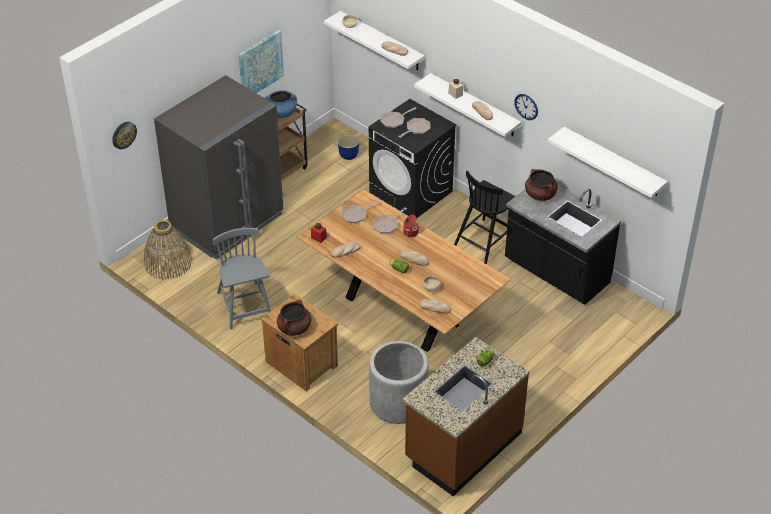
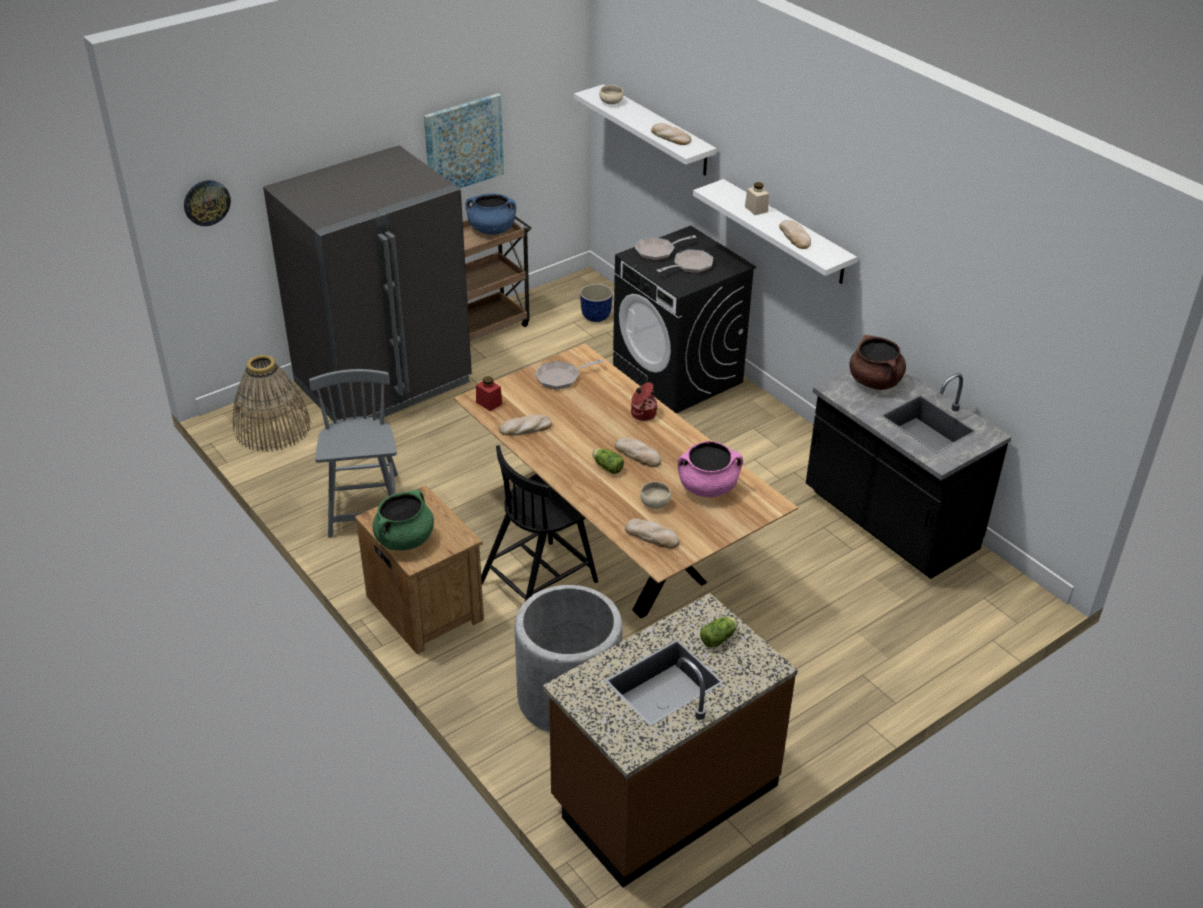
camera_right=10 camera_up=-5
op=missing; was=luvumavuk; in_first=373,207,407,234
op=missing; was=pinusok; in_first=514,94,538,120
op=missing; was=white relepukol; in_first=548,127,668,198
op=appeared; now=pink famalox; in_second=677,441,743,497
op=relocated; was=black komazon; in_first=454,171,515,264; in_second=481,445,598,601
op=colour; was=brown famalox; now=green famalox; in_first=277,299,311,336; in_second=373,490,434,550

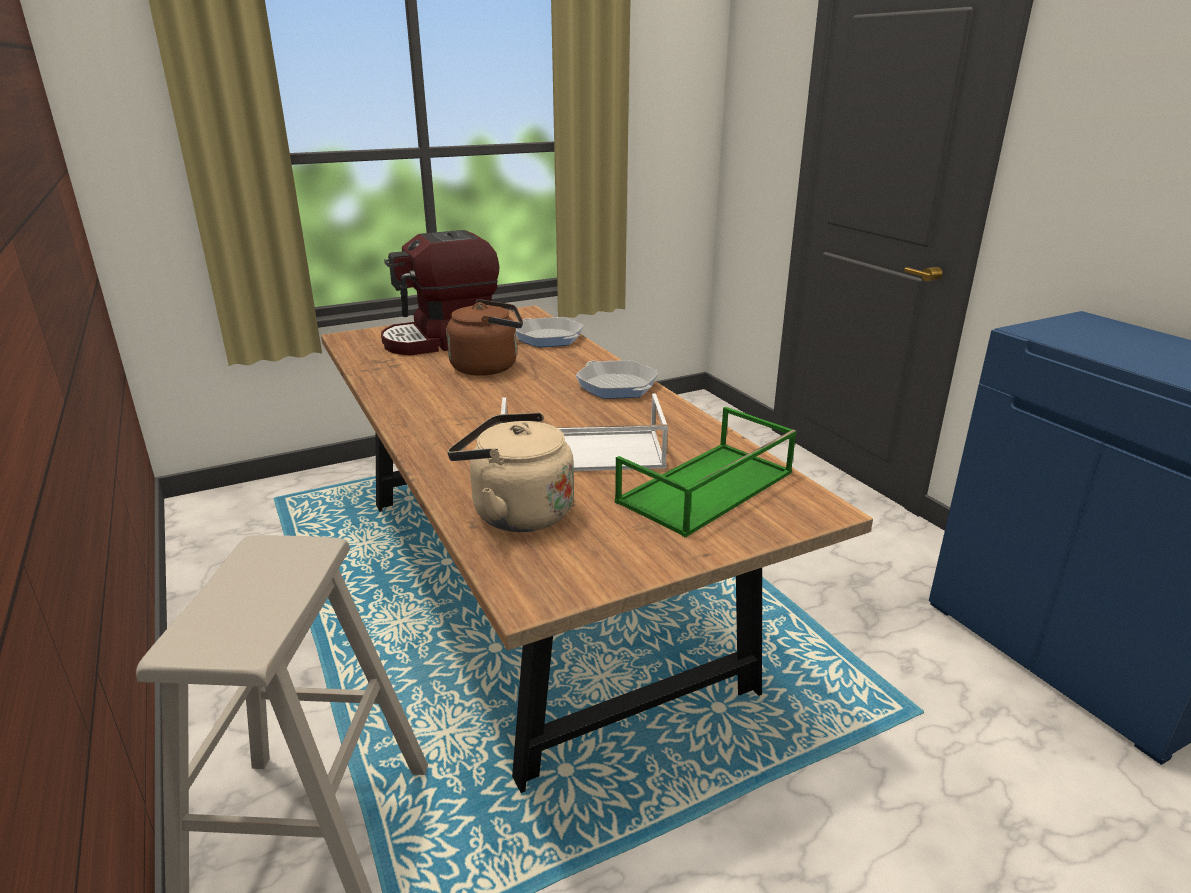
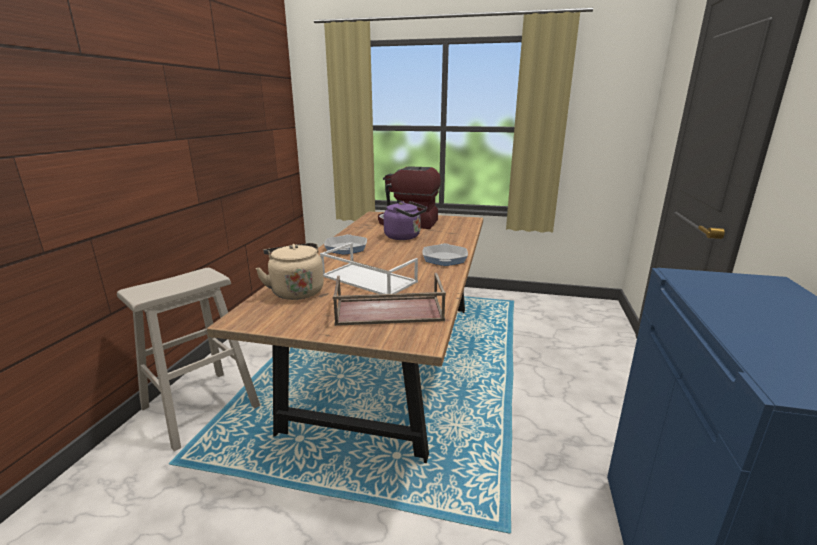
camera_right=40 camera_up=-5
op=relocated; was=luvumavuk; in_first=516,317,584,347; in_second=324,234,367,255
op=colour; was=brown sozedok; now=purple sozedok; in_first=446,299,523,376; in_second=384,201,427,240
op=colour; was=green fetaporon; now=brown fetaporon; in_first=615,407,797,538; in_second=333,273,446,326

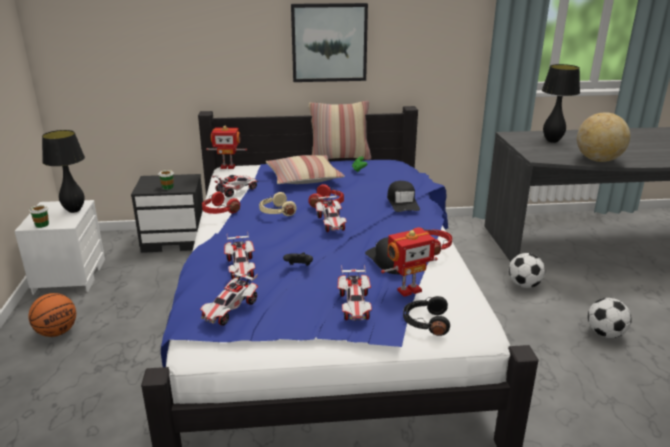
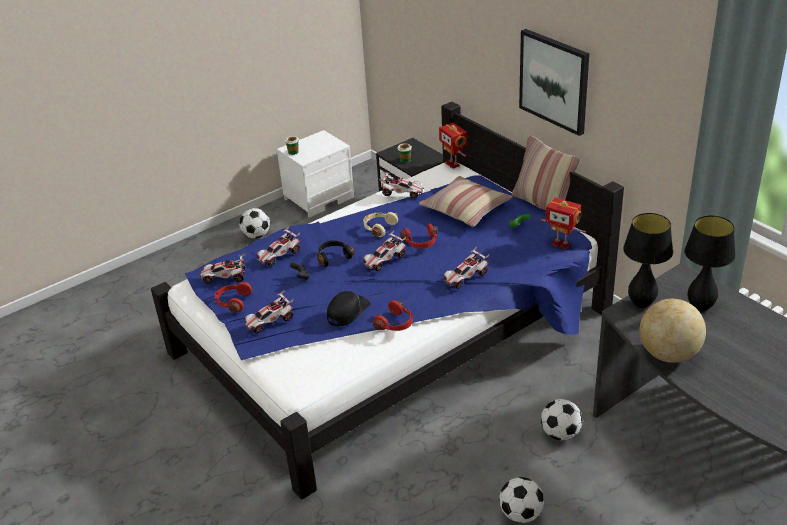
camera_right=60 camera_up=10
op=relocated; was=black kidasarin; in_first=42,130,85,213; in_second=623,213,673,308
op=relocated; was=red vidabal; in_first=202,192,240,214; in_second=215,282,252,312
op=relocated; was=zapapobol; in_first=381,228,438,297; in_second=540,198,586,249
op=relocated; was=black vidabal; in_first=403,296,450,336; in_second=317,240,355,267
op=exchanged; was=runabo; now=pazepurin; in_first=28,293,76,337; in_second=239,208,270,239
op=exchanged; was=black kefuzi; now=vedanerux; in_first=387,181,420,212; in_second=443,247,489,289

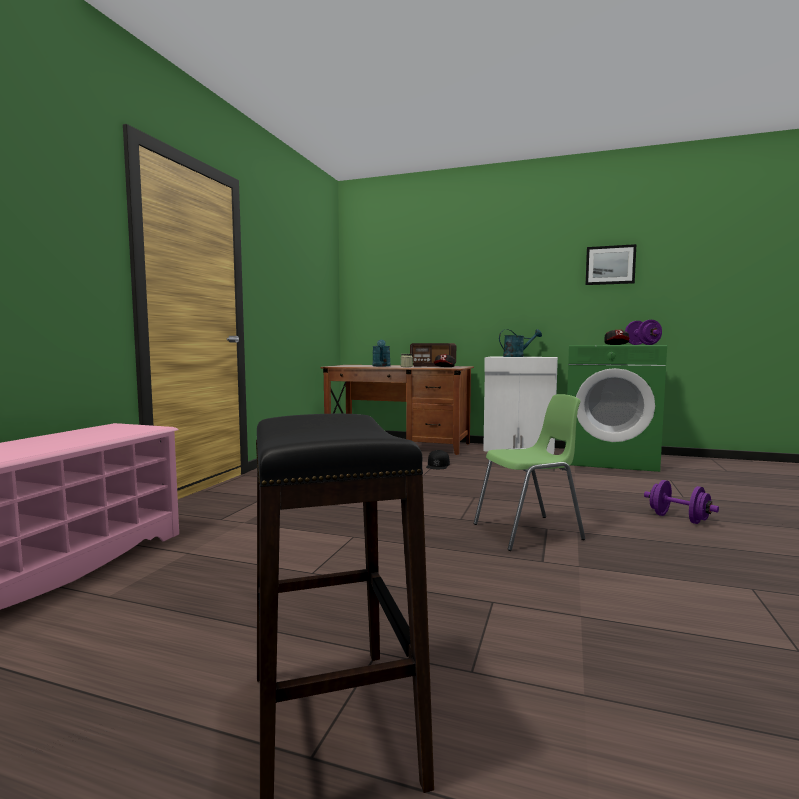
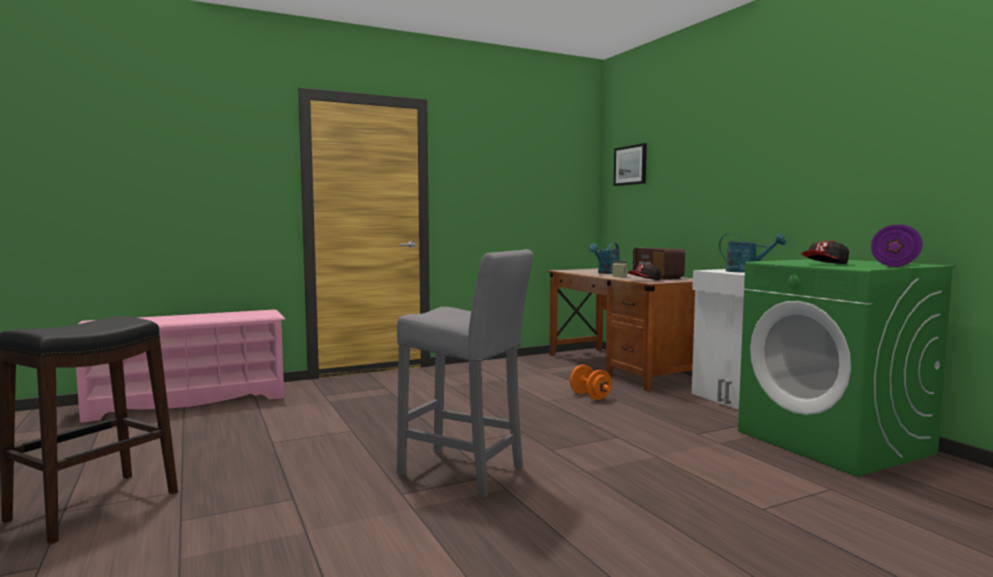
camera_right=45 camera_up=0
op=missing; was=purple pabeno; in_first=644,480,719,524
op=relocated; was=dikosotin; in_first=585,244,636,285; in_second=614,143,647,186
op=exchanged; was=black kefuzi; now=orange pabeno; in_first=426,450,450,469; in_second=570,364,612,400
op=exchanged; was=green komazon; now=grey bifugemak; in_first=474,394,585,551; in_second=397,249,534,497

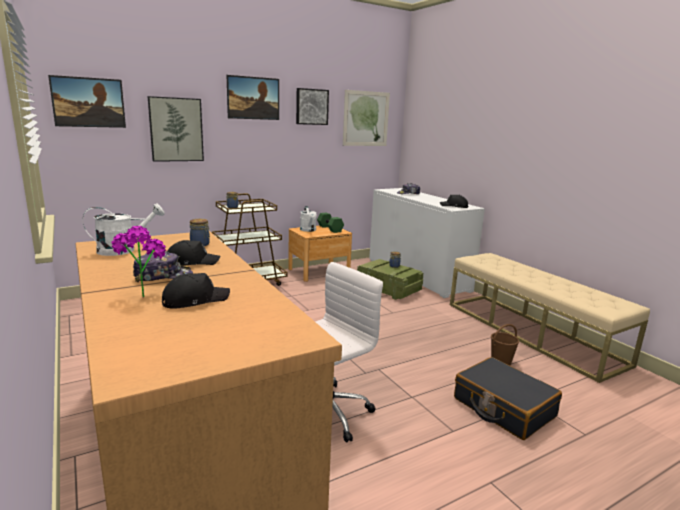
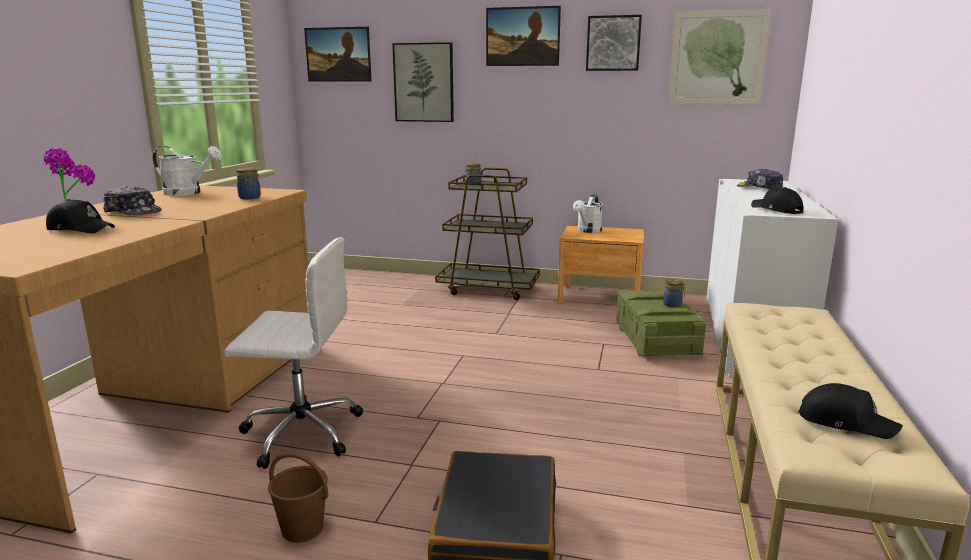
camera_right=45 camera_up=0
op=missing; was=green pabeno; in_first=317,213,344,233
op=relocated; was=black kefuzi; in_first=167,240,220,266; in_second=798,383,903,439
op=relocated; was=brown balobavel; in_first=491,324,519,366; in_second=268,453,328,543

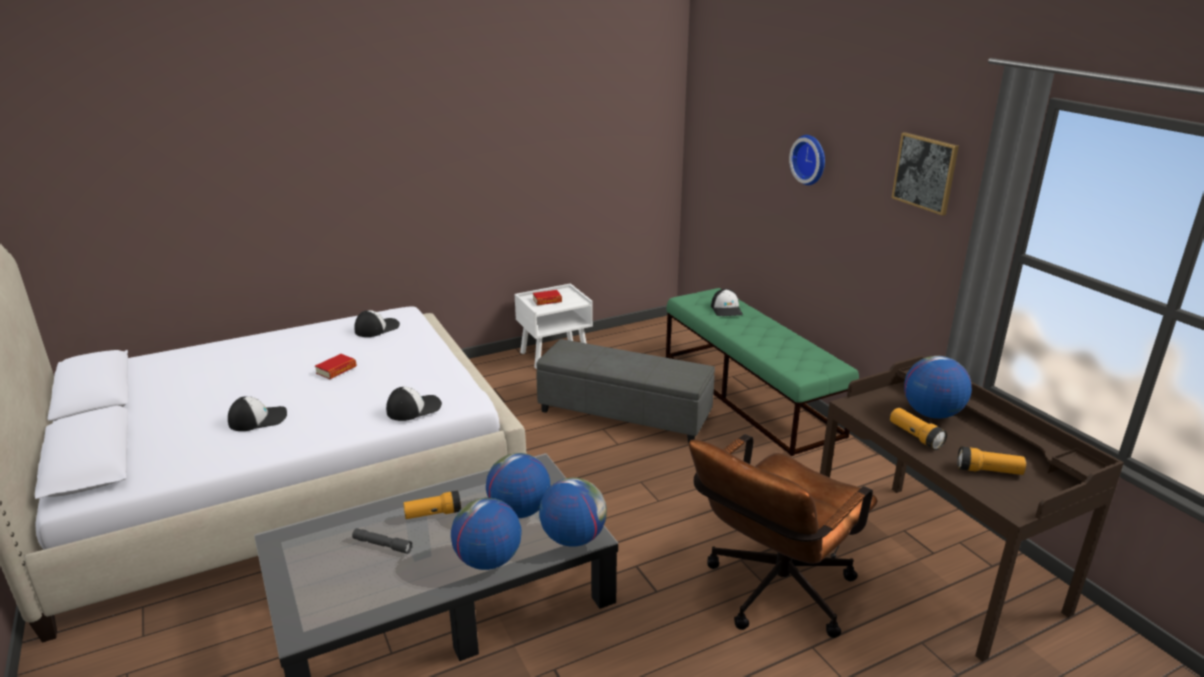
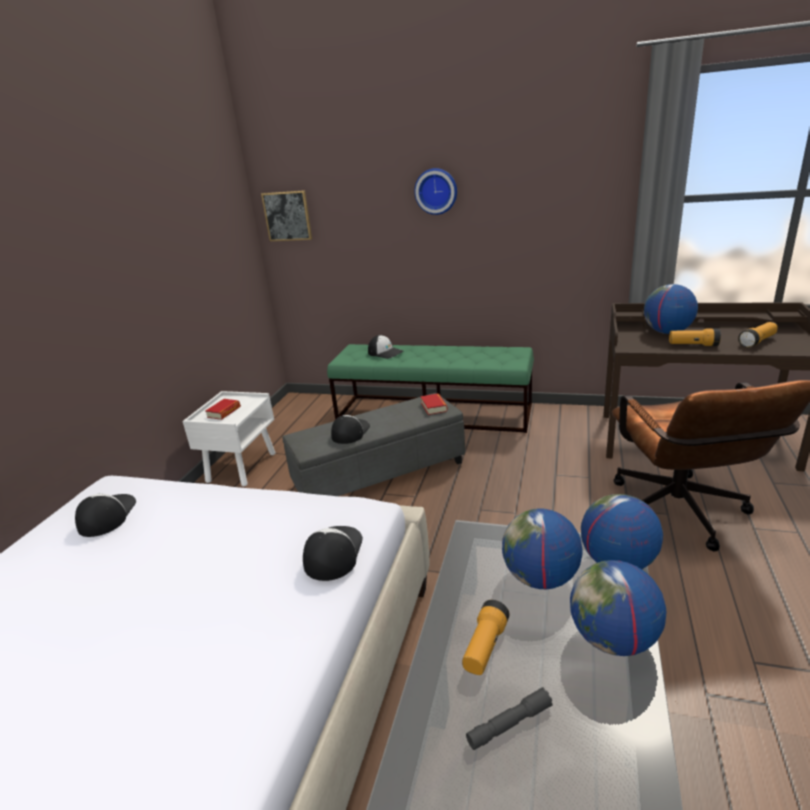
camera_right=-45 camera_up=0
op=relocated; was=kefuzi; in_first=228,396,287,431; in_second=331,415,370,444
op=relocated; was=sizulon; in_first=315,354,357,379; in_second=421,394,448,415
op=relocated; was=dikosotin; in_first=891,132,959,216; in_second=261,190,312,241

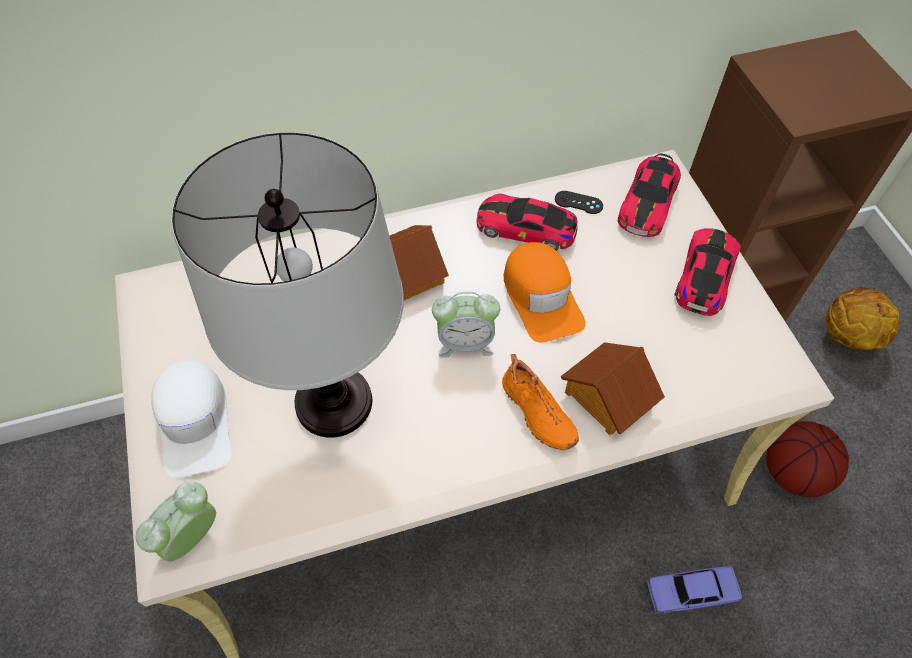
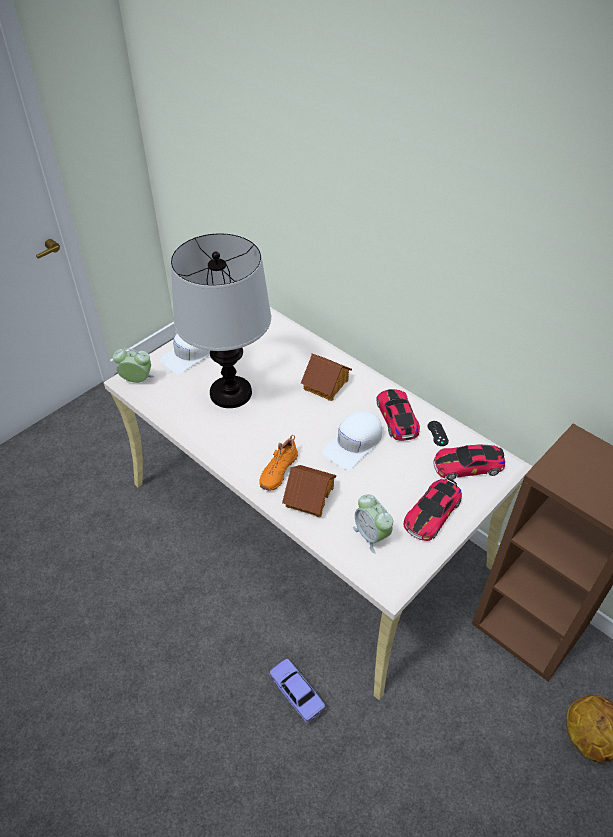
camera_right=60 camera_up=-10
op=missing; was=runabo; in_first=766,421,849,497
op=relocated; was=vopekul; in_first=432,292,500,358; in_second=353,494,393,554
op=colour; was=orange kefuzi; now=white kefuzi; in_first=504,242,586,343; in_second=322,411,382,470
op=spun; was=vedanerux; in_first=674,228,741,316; in_second=404,478,462,541; clockwise=135

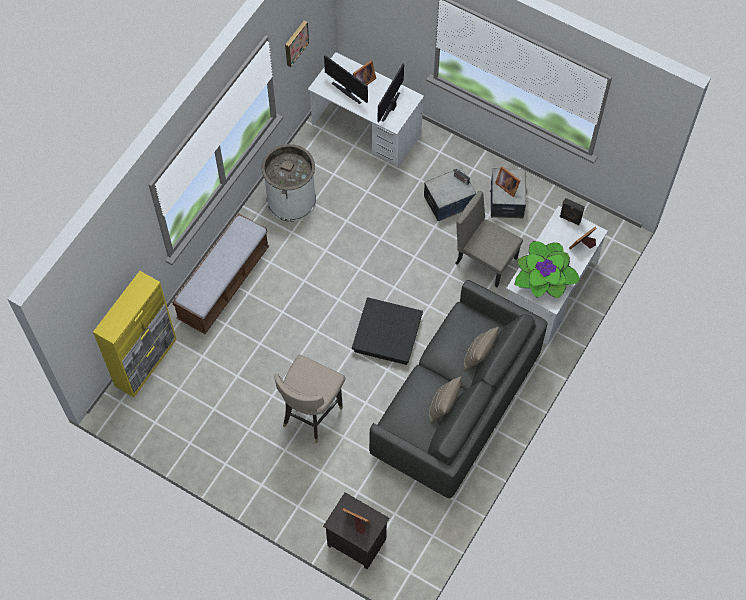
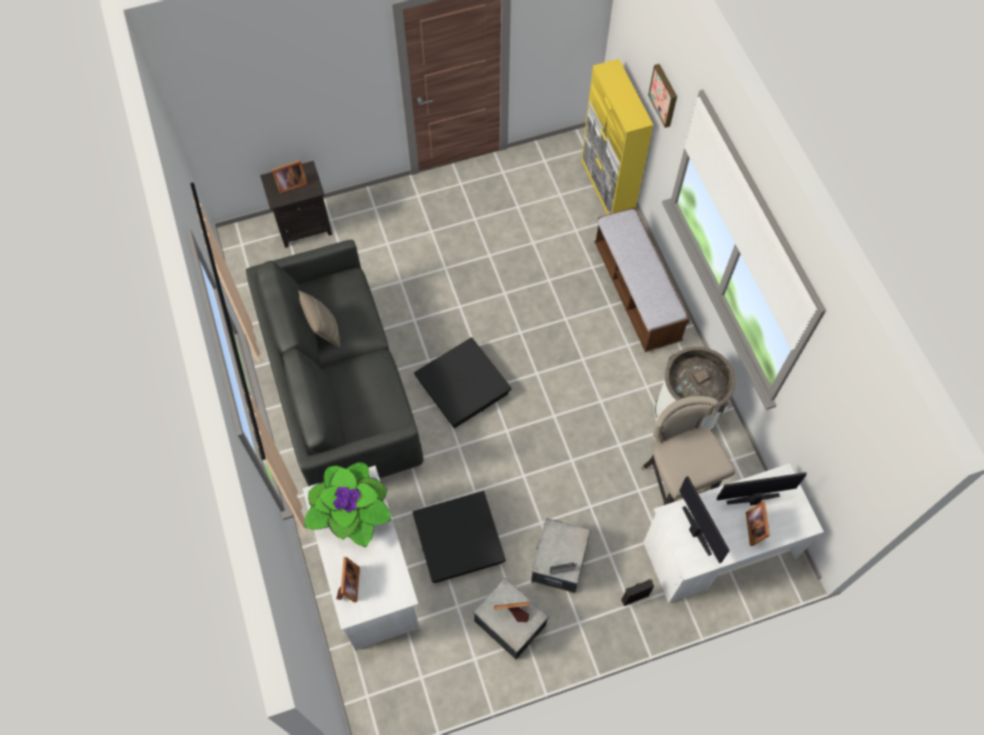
camera_right=130 camera_up=0
op=missing; was=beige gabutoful; in_first=464,327,499,370
op=relocated; was=beige bifugemak; in_first=274,354,345,443; in_second=640,396,735,505
op=relocated; was=dikosotin; in_first=285,20,309,67; in_second=648,64,677,128
op=relocated; was=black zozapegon; in_first=560,198,585,225; in_second=621,579,654,606
op=exchanged; was=beige komazon; now=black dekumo; in_first=455,190,523,287; in_second=412,491,506,583

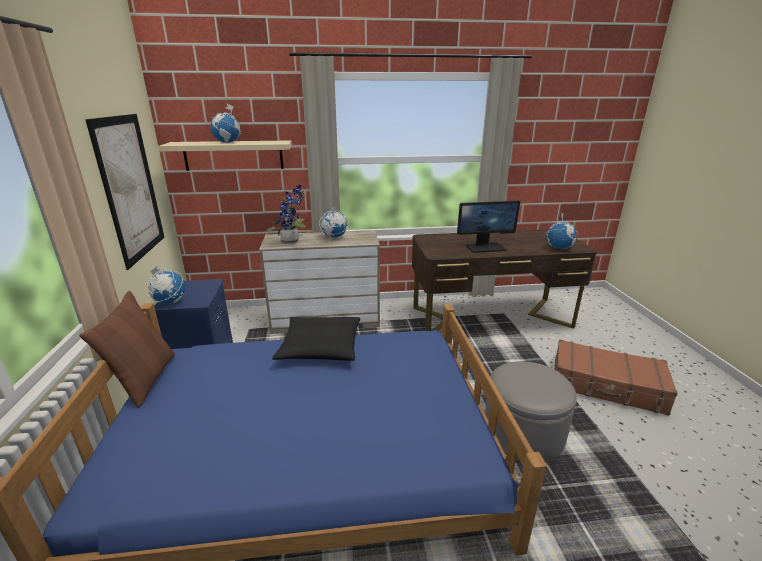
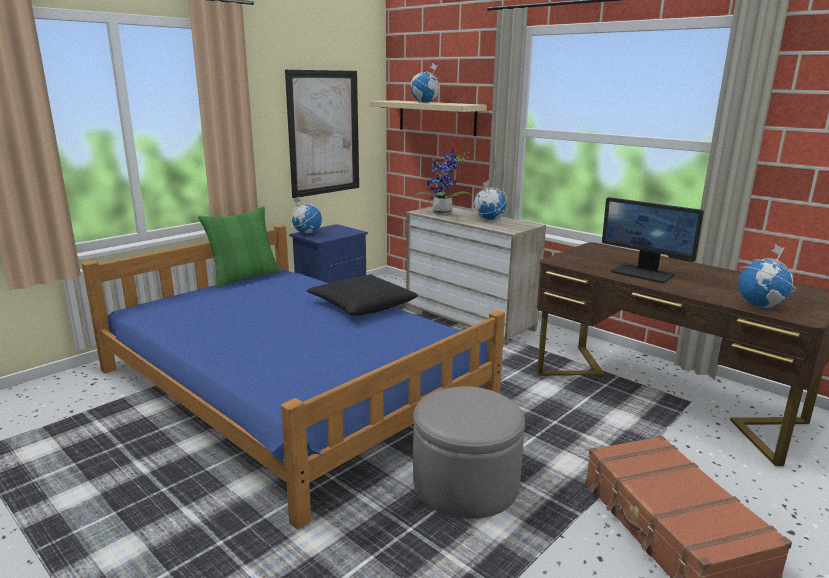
camera_right=50 camera_up=-5
op=colour; was=brown gabutoful; now=green gabutoful; in_first=79,291,175,408; in_second=198,206,281,288

